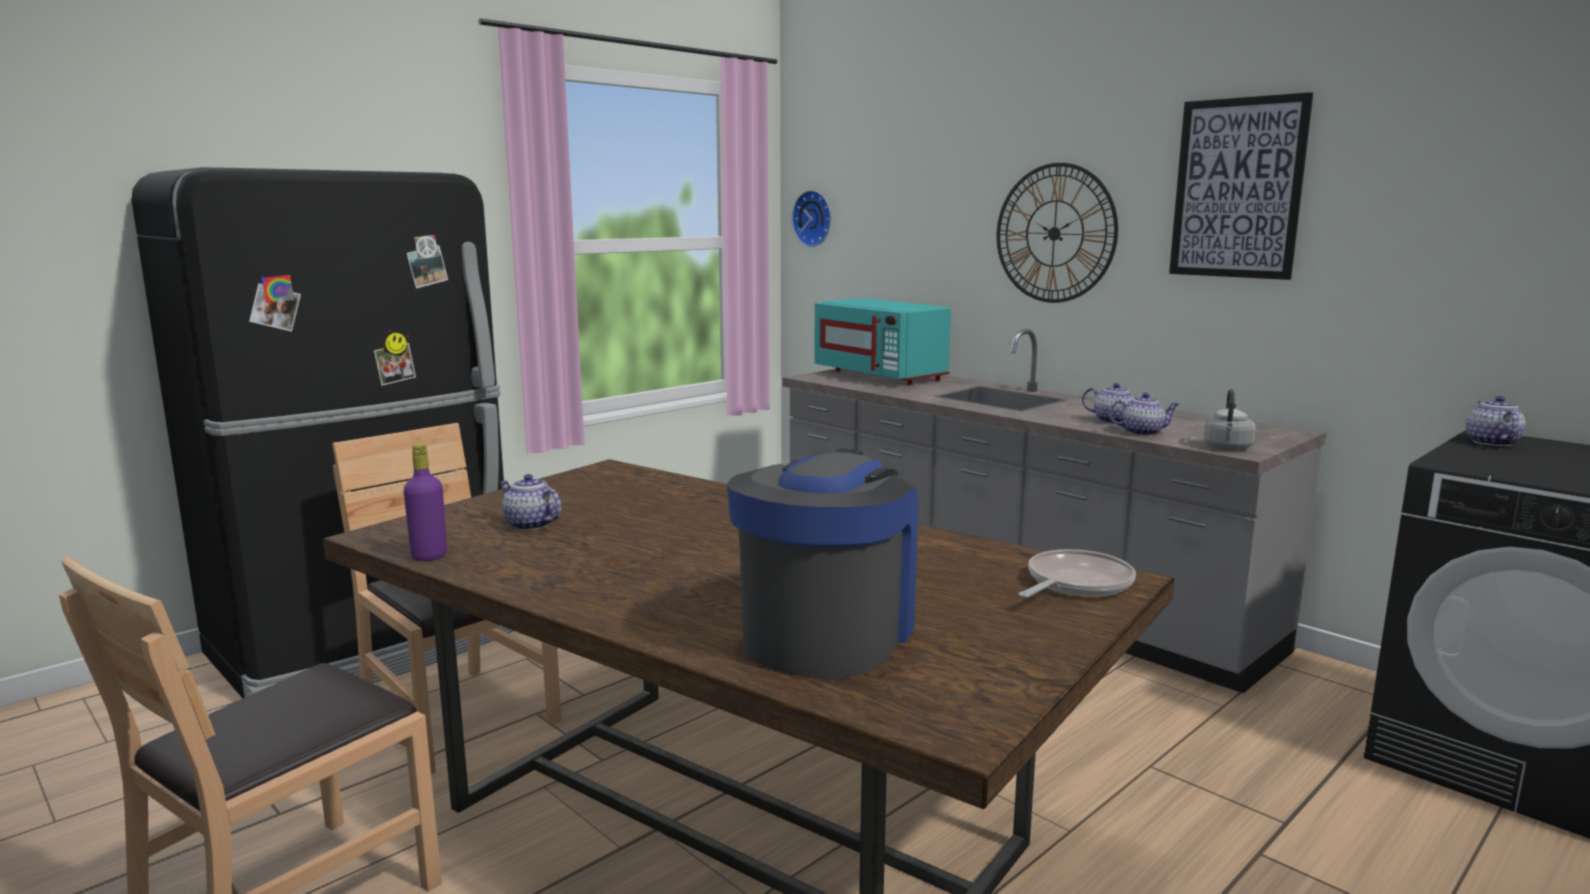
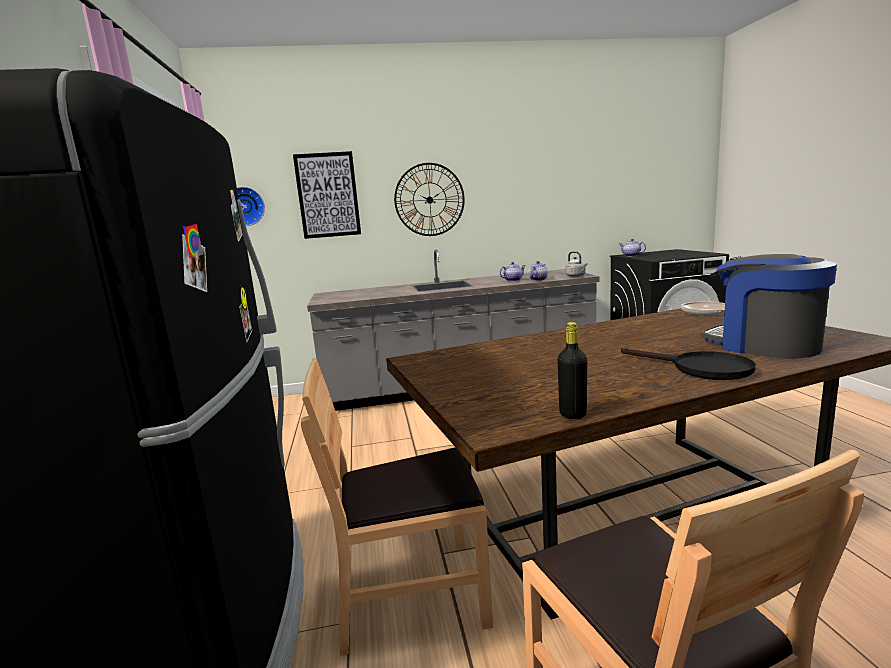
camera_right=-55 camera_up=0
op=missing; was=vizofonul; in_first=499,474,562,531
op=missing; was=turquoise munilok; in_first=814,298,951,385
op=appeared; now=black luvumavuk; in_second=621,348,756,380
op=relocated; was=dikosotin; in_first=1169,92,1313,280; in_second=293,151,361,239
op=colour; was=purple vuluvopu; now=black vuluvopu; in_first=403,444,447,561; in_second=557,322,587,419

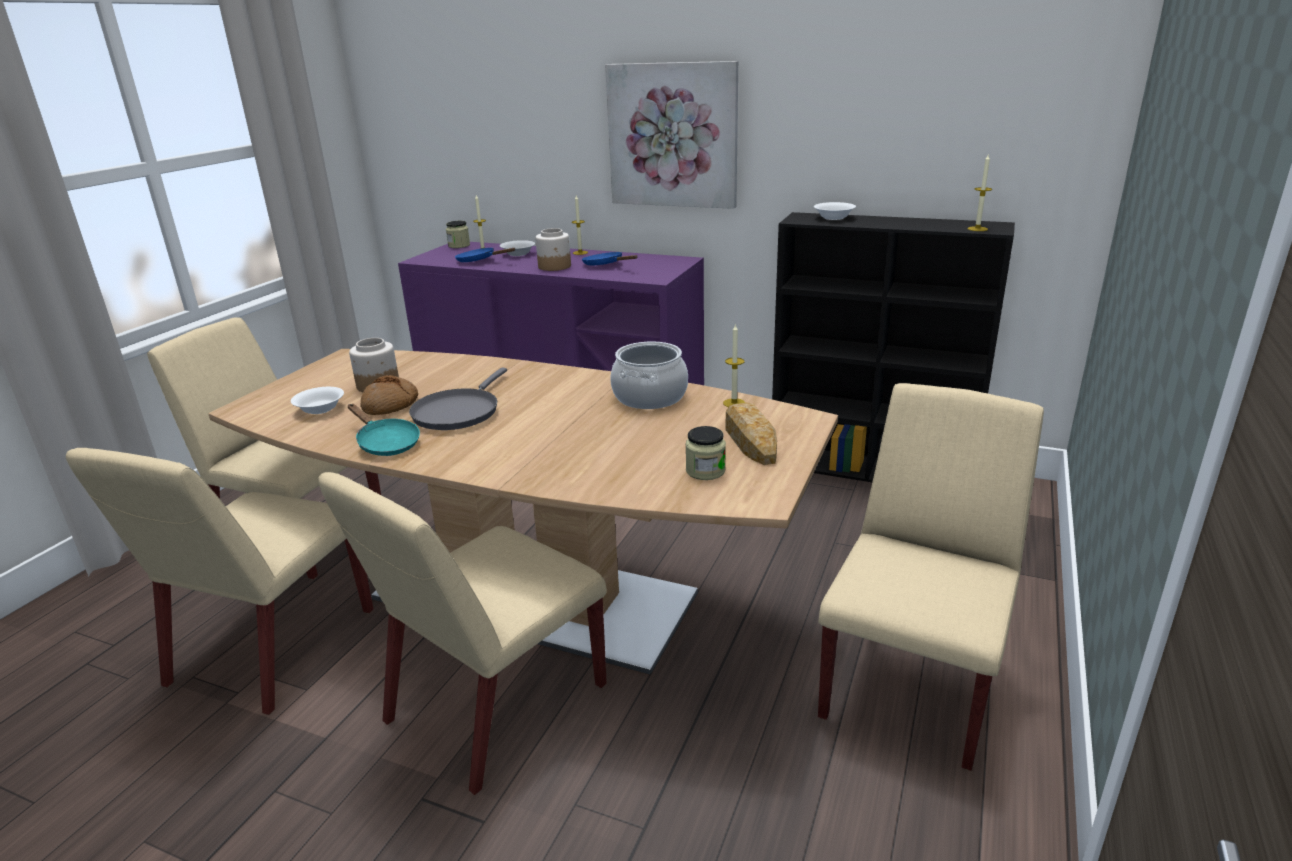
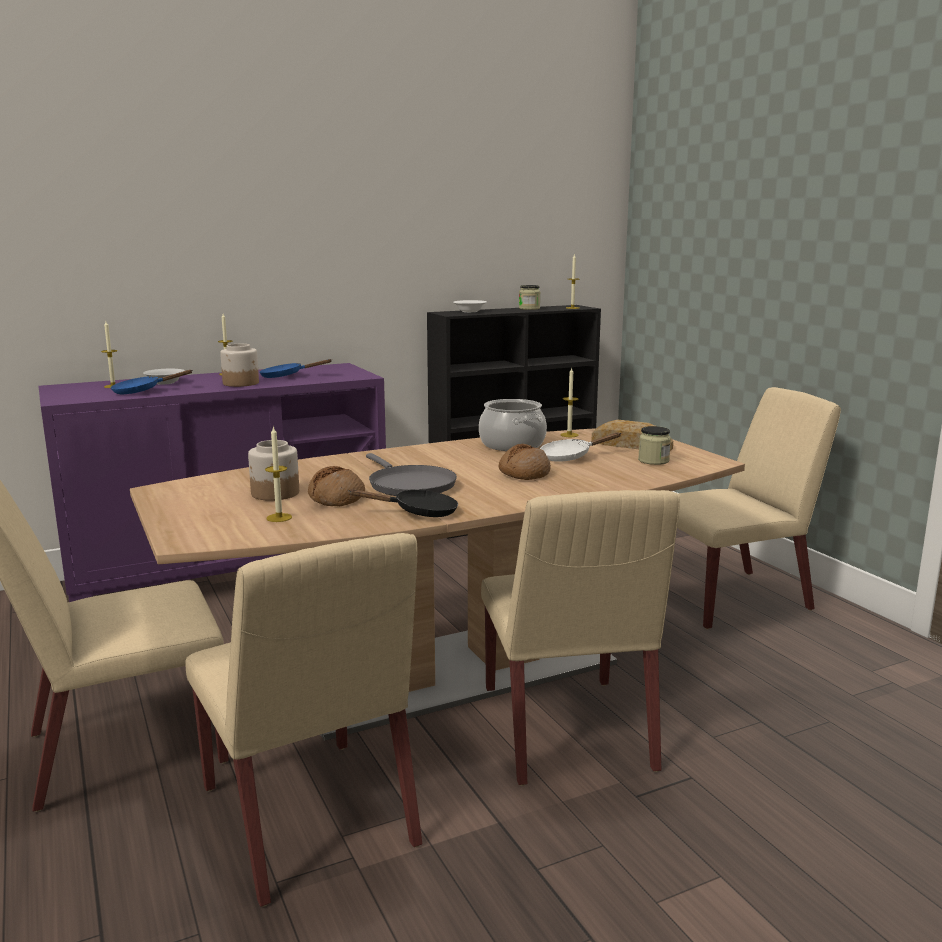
camera_right=-50 camera_up=-10
op=missing; was=dikosotin; in_first=605,61,738,209
op=appeared; now=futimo; in_second=499,444,551,480
op=appeared; now=white luvumavuk; in_second=540,432,620,462
op=relocated; was=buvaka; in_first=446,221,470,248; in_second=519,285,540,310
op=exchanged; was=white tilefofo; now=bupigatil; in_first=291,387,344,414; in_second=265,426,292,522
op=colour; was=turquoise luvumavuk; now=black luvumavuk; in_first=348,404,420,456; in_second=348,489,458,517
op=spun; was=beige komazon; in_first=818,383,1044,771; in_second=677,387,841,629; clockwise=90

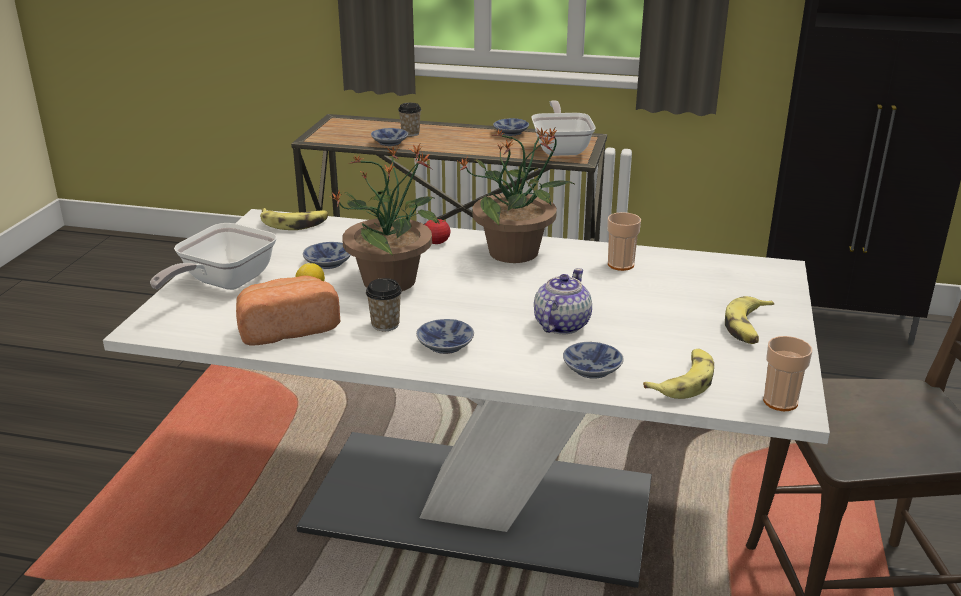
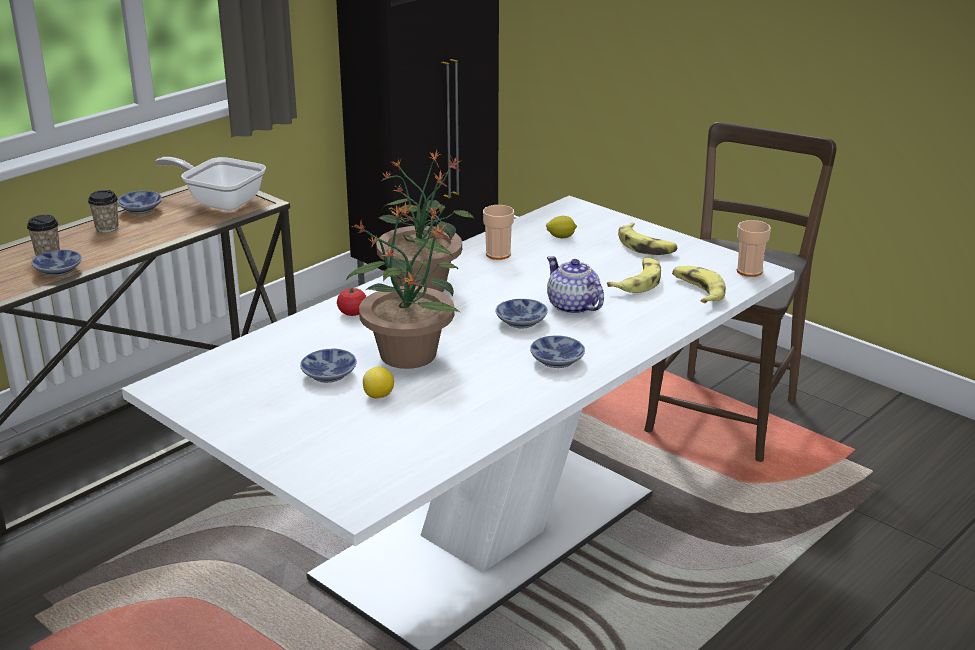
camera_right=-60 camera_up=0
op=missing; was=luvumavuk; in_first=150,223,277,290
op=missing; was=futimo; in_first=236,275,340,346
op=appeared; now=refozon; in_second=546,216,577,238
op=relocated; was=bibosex; in_first=260,208,328,230; in_second=607,258,661,293
op=relocated; was=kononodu; in_first=366,278,402,331; in_second=88,190,119,232
op=relocated; was=tilefofo; in_first=563,342,624,379; in_second=495,299,548,329

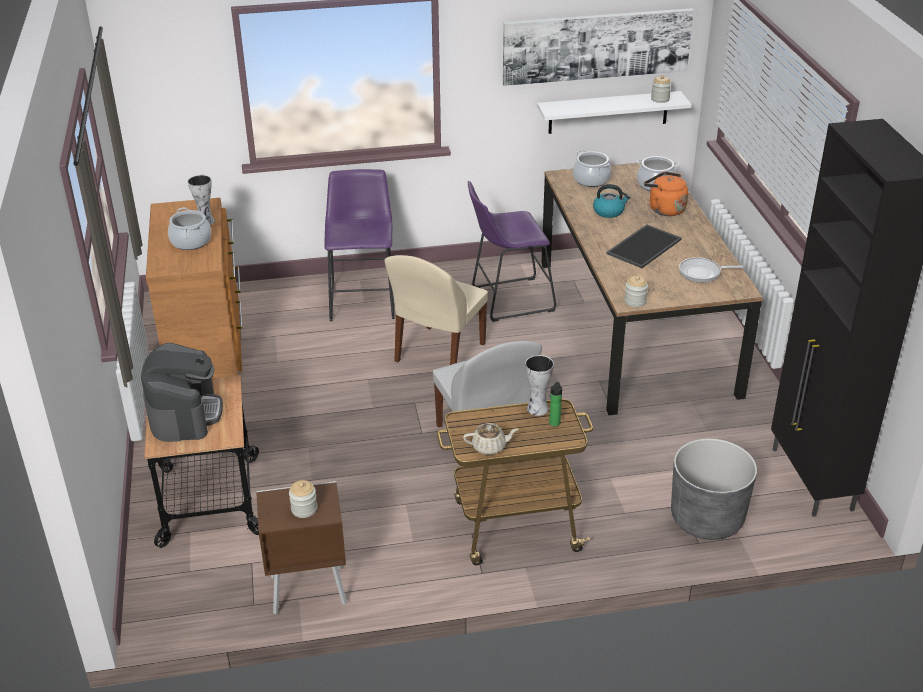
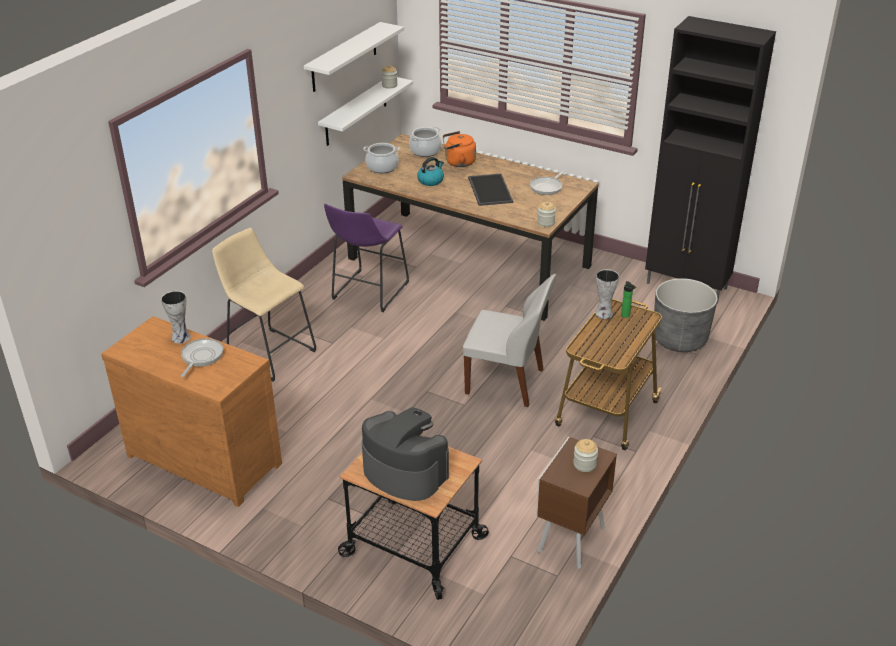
camera_right=-50 camera_up=0
op=missing; was=beige komazon; in_first=384,255,488,365
op=missing; was=beige vizofonul; in_first=463,423,518,455
op=exchanged; was=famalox; now=luvumavuk; in_first=168,207,211,250; in_second=181,338,223,377
op=exchanged; was=dikosotin; now=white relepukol; in_first=503,8,694,86; in_second=304,22,404,92
op=colour; was=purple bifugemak; now=beige bifugemak; in_first=324,169,394,321; in_second=212,228,316,382

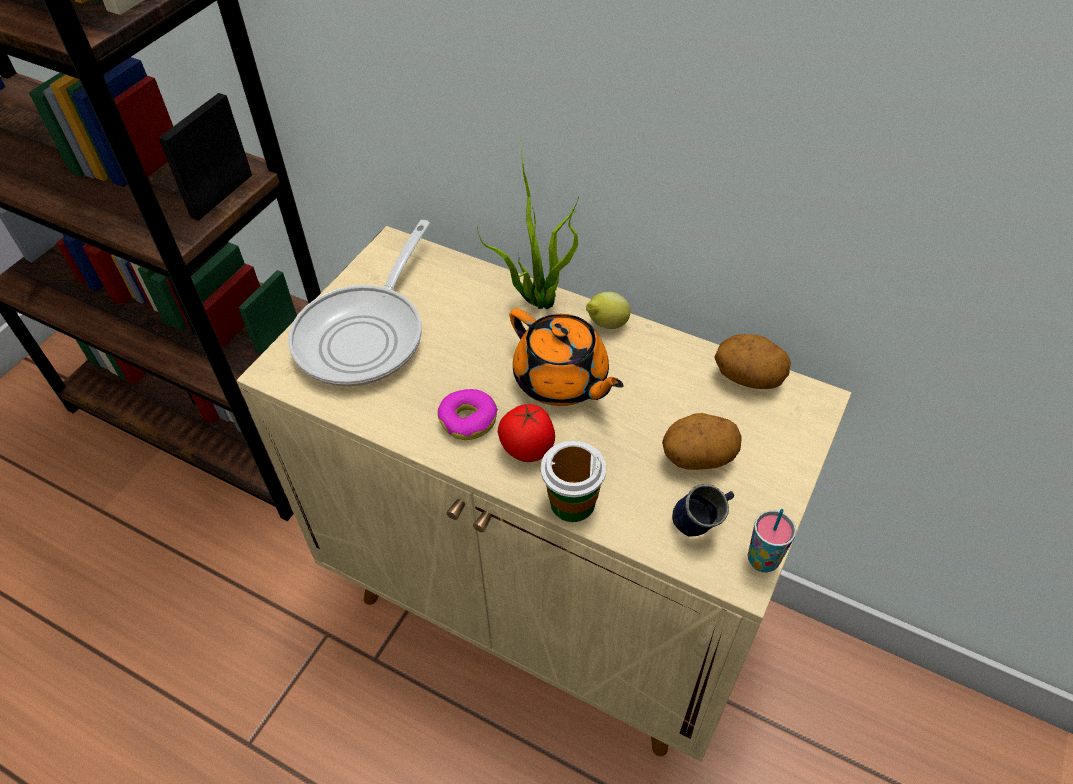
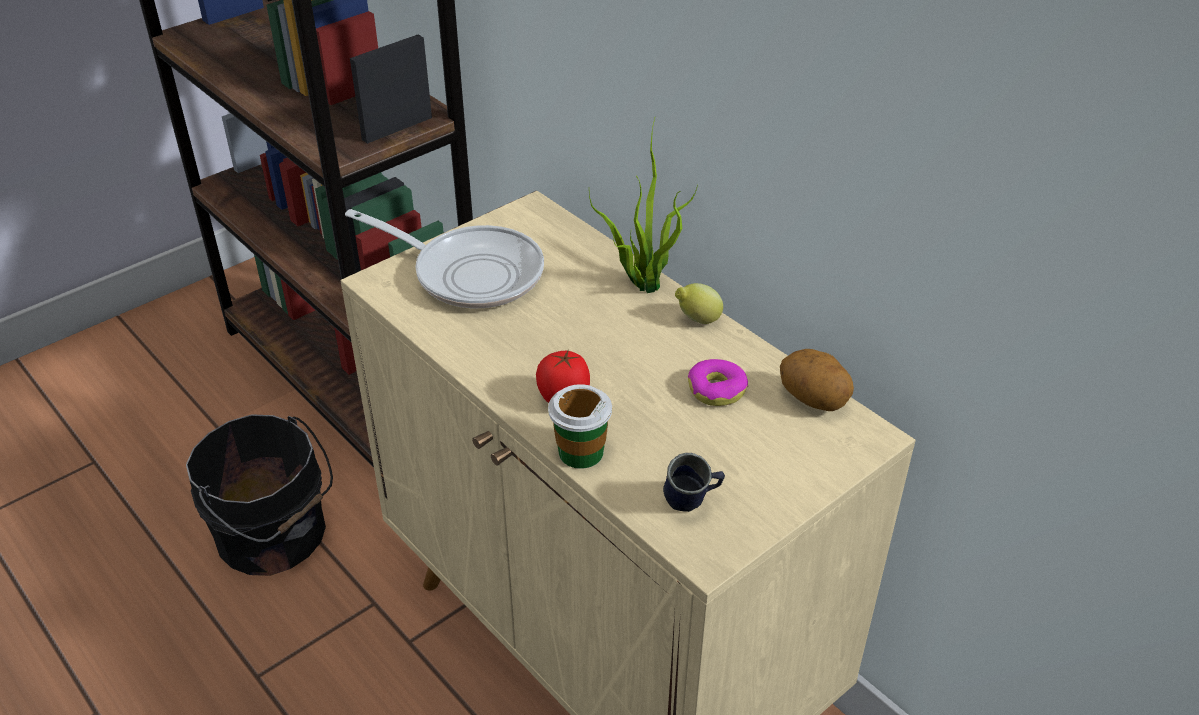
camera_right=20 camera_up=-10
op=missing; was=orange vizofonul; in_first=510,308,624,406
op=missing; was=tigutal; in_first=662,413,742,470
op=missing; was=kononodu; in_first=748,509,796,572
op=appeared; now=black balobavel; in_second=186,414,333,576
op=relocated; was=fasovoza; in_first=438,389,498,440; in_second=688,359,748,406
op=spun; was=luvumavuk; in_first=288,220,430,387; in_second=345,209,544,308; clockwise=-105

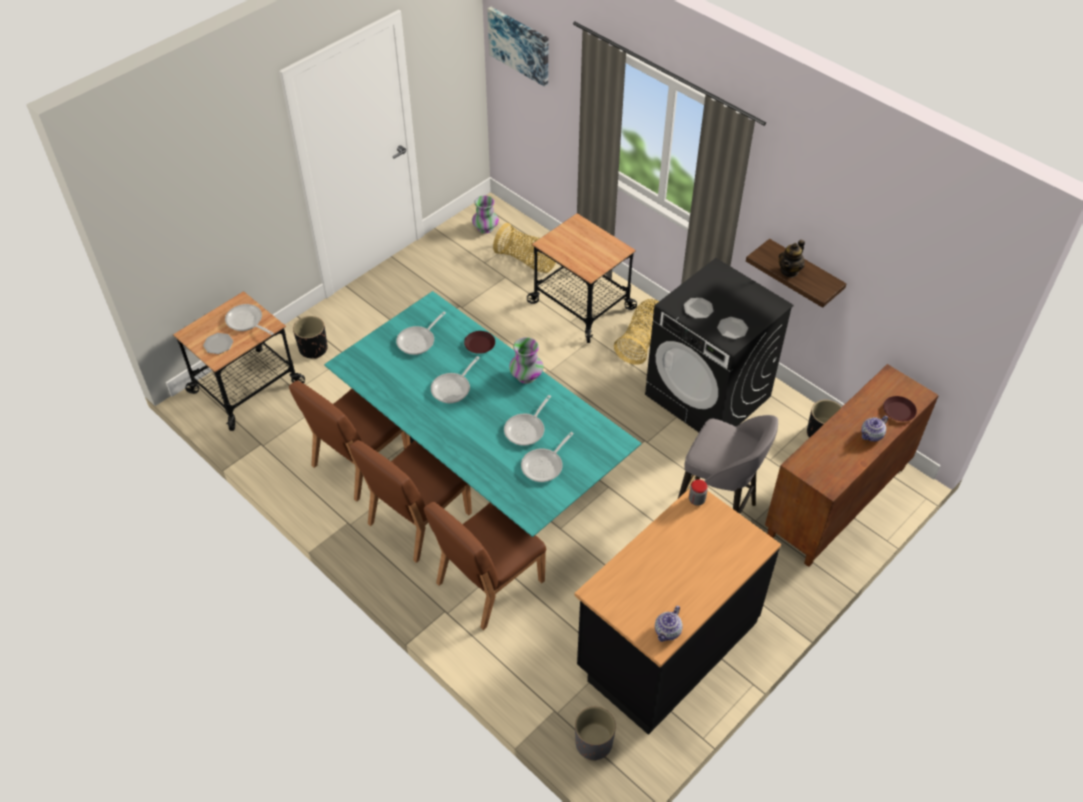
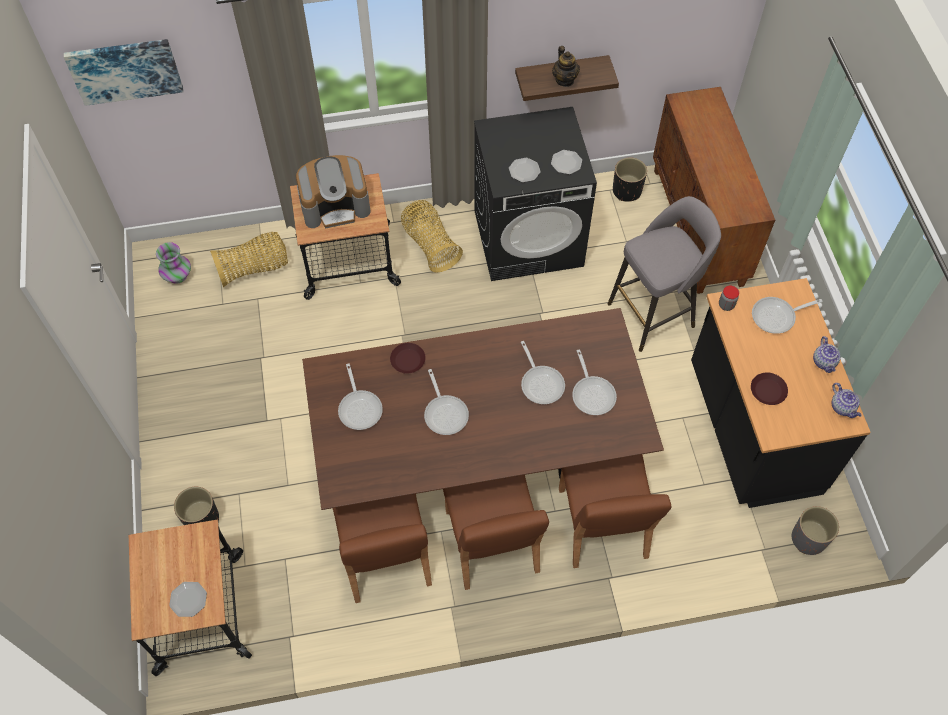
camera_right=-55 camera_up=10
op=missing; was=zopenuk; in_first=509,337,544,384
op=appeared; now=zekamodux; in_second=296,155,370,228
op=relocated; was=luvumavuk; in_first=225,304,274,335; in_second=752,297,823,334
op=relocated; was=vizofonul; in_first=861,415,888,441; in_second=813,336,841,373
op=relocated; was=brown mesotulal; in_first=883,396,917,421; in_second=751,373,788,405
op=colour; was=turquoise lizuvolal; now=brown lizuvolal; in_first=324,291,642,537; in_second=302,308,664,510

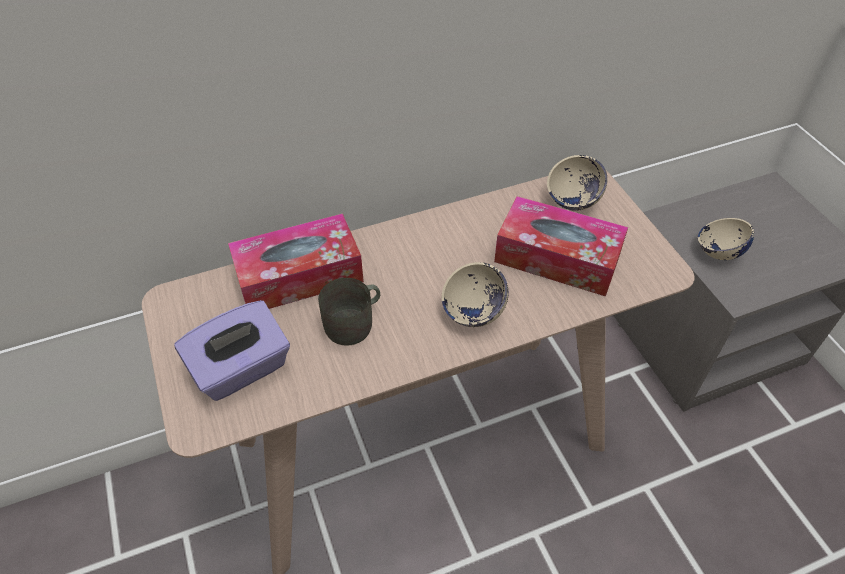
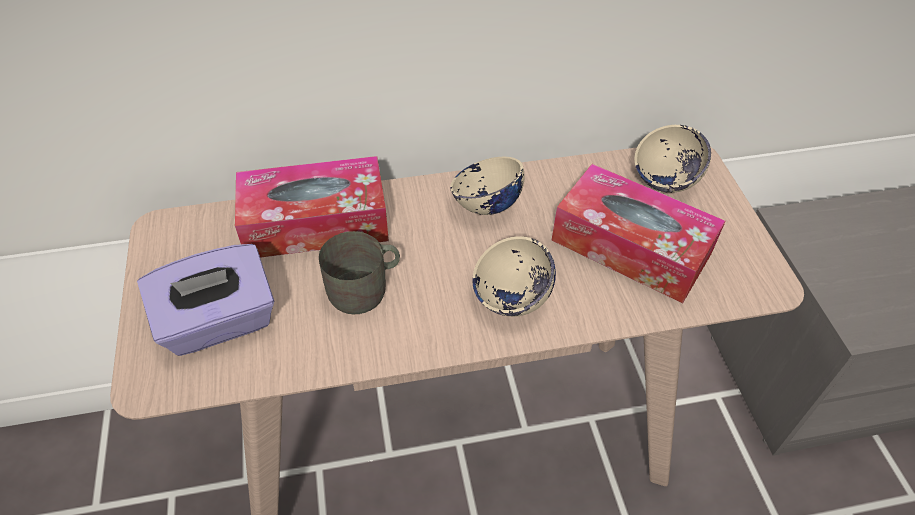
camera_right=10 camera_up=0
op=relocated; was=beige tilefofo; in_first=698,218,754,260; in_second=450,157,525,215

